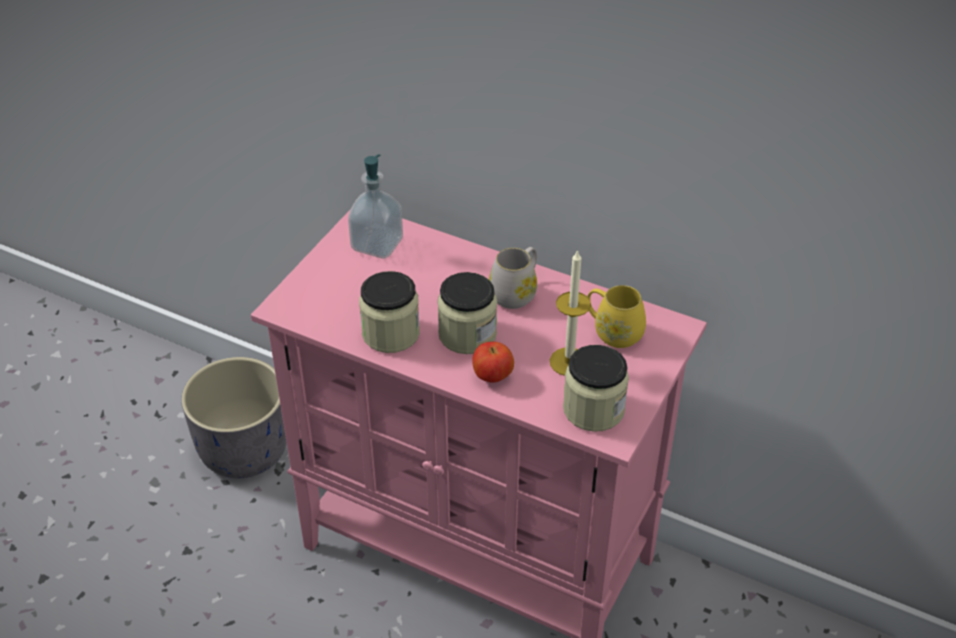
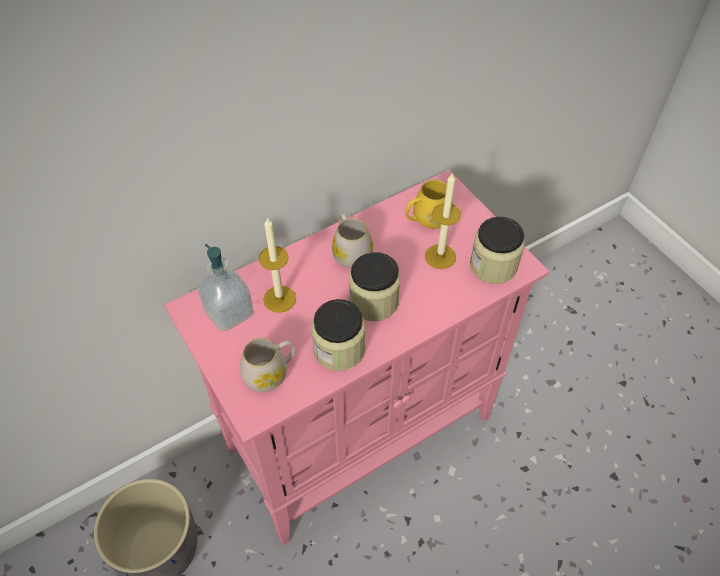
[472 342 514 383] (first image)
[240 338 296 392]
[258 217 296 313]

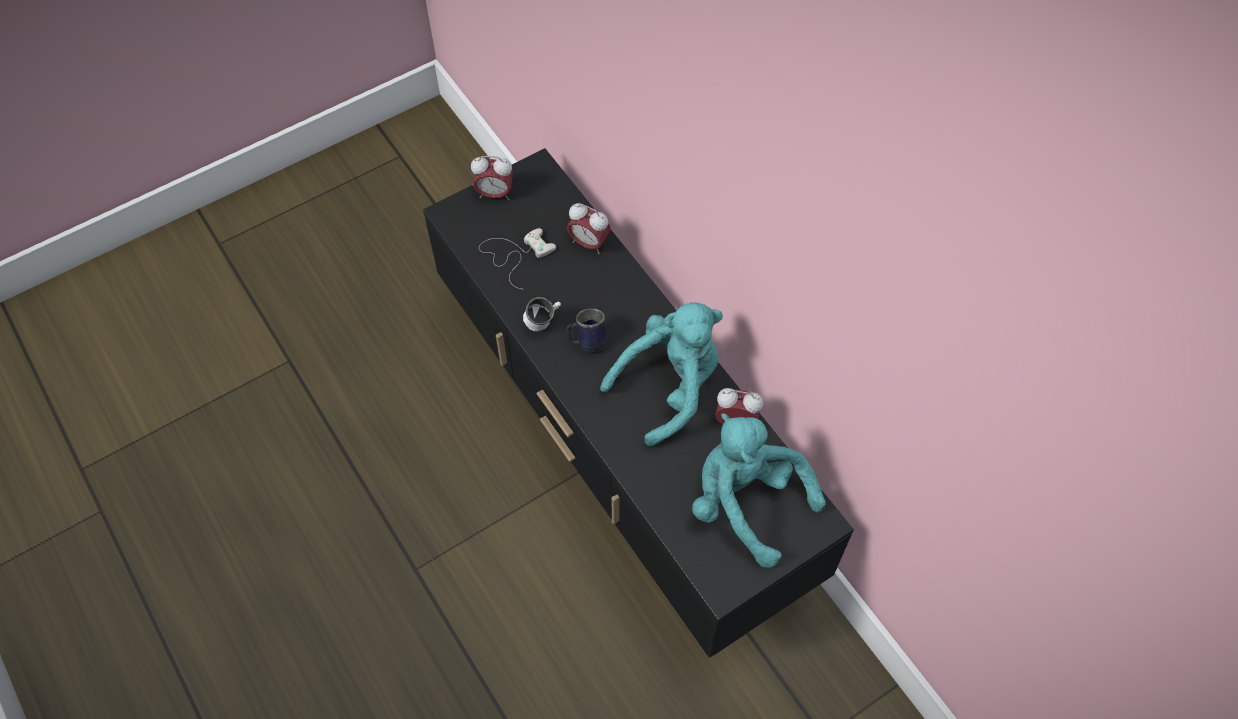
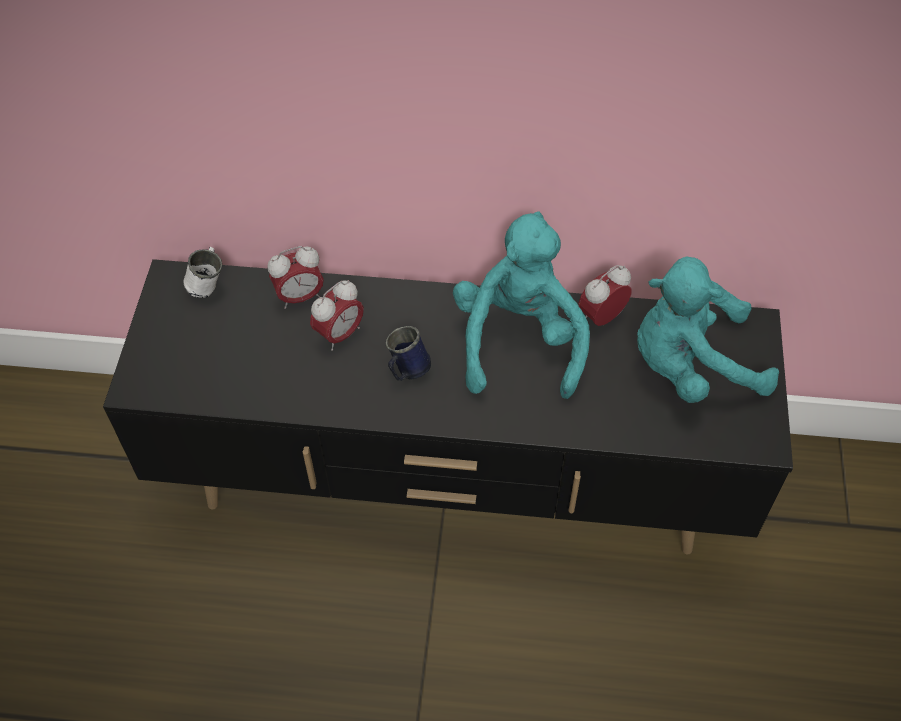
[310 280 364 351]
[479 228 556 289] (first image)
[184 247 222 298]

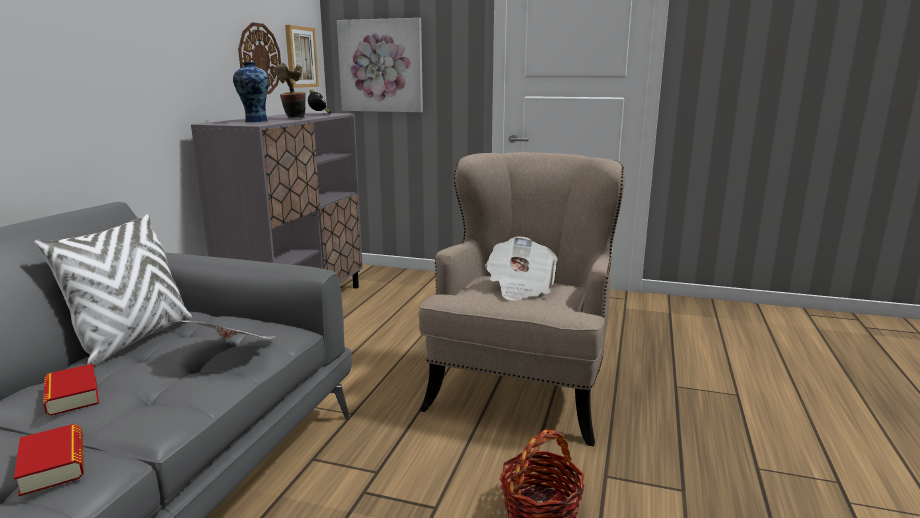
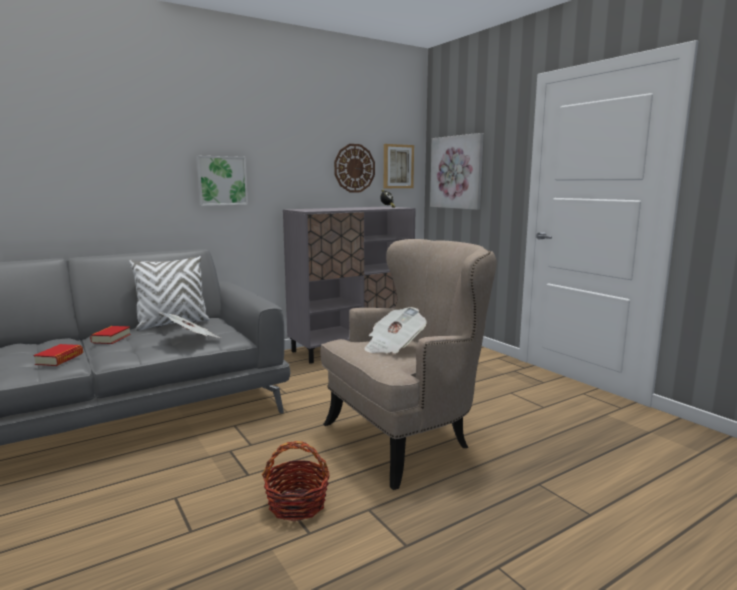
[233 62 269 122] (first image)
[276 62 306 118] (first image)
[196 156 248 206]

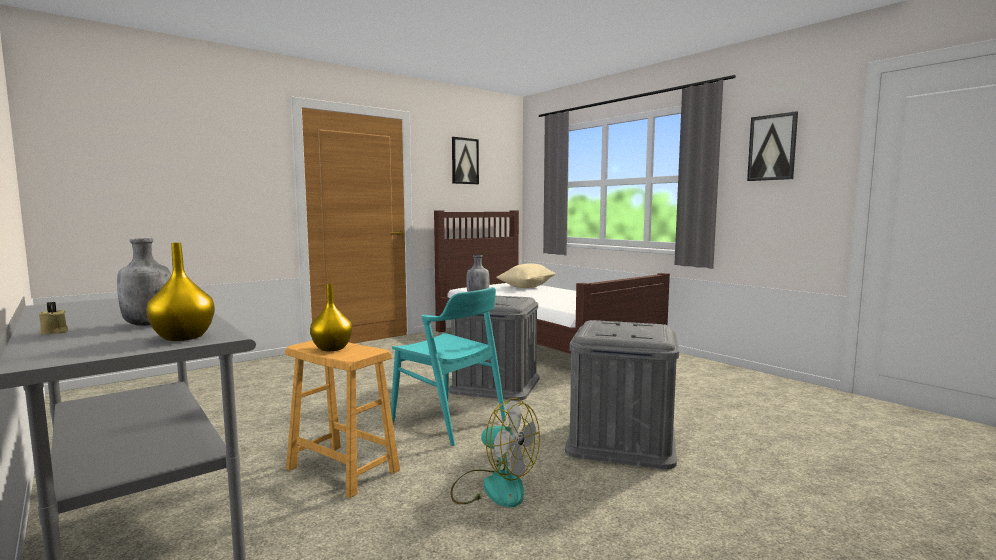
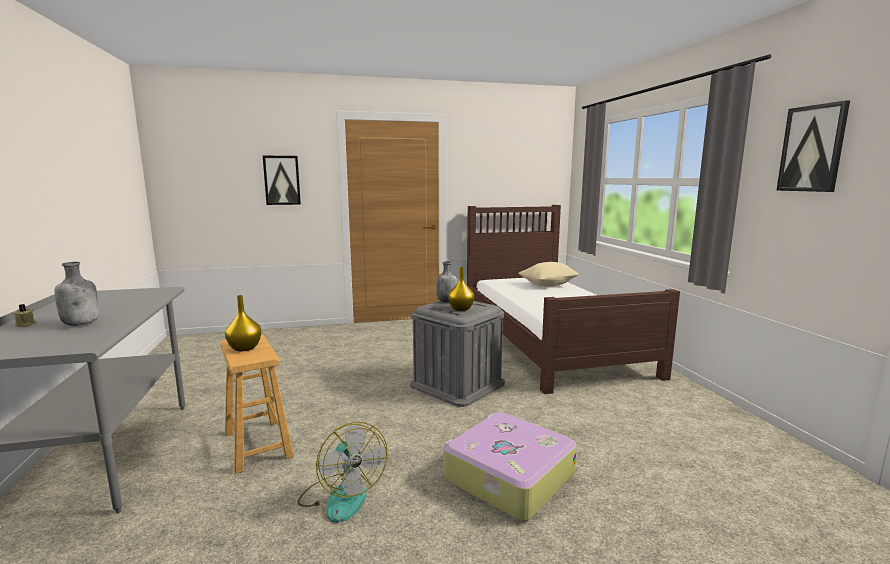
[448 267 474 311]
[391 287 506 446] (first image)
[263 156 301 205]
[443 412 577 521]

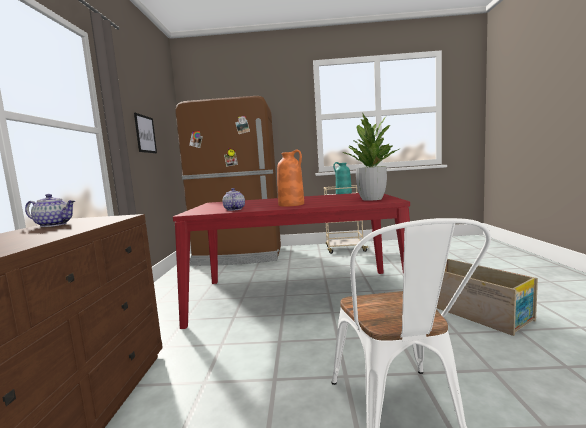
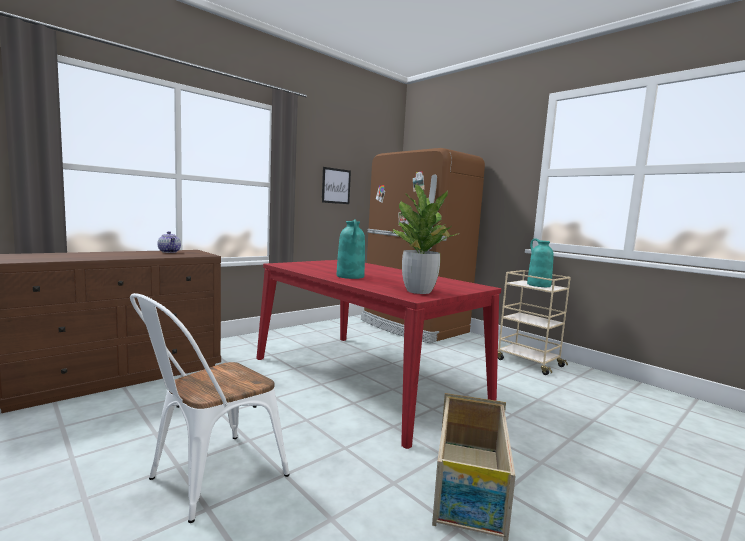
[223 188 245 211] (first image)
[337 220 365 279]

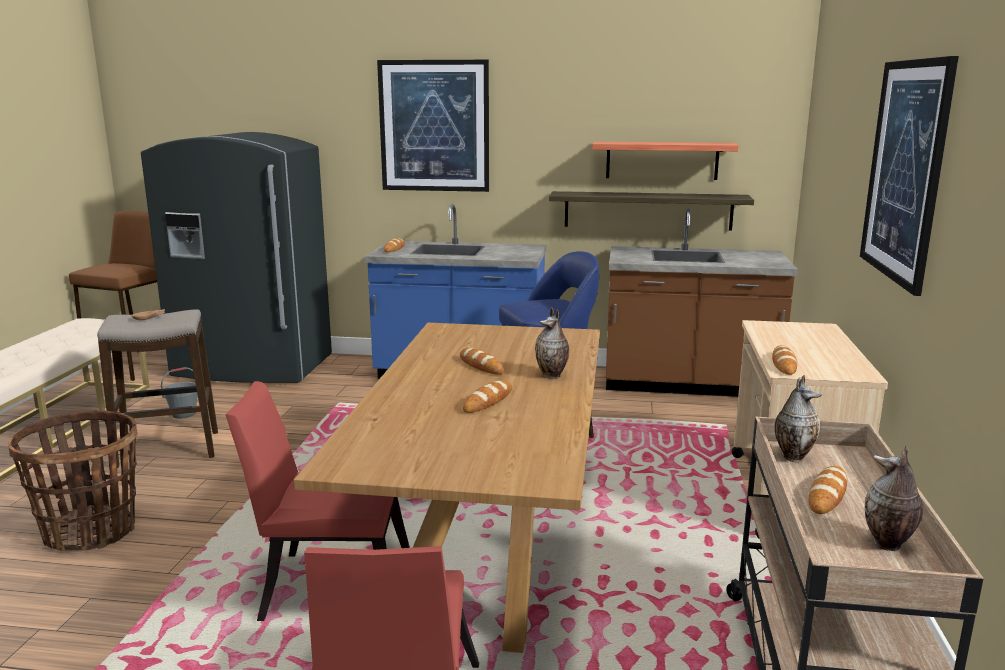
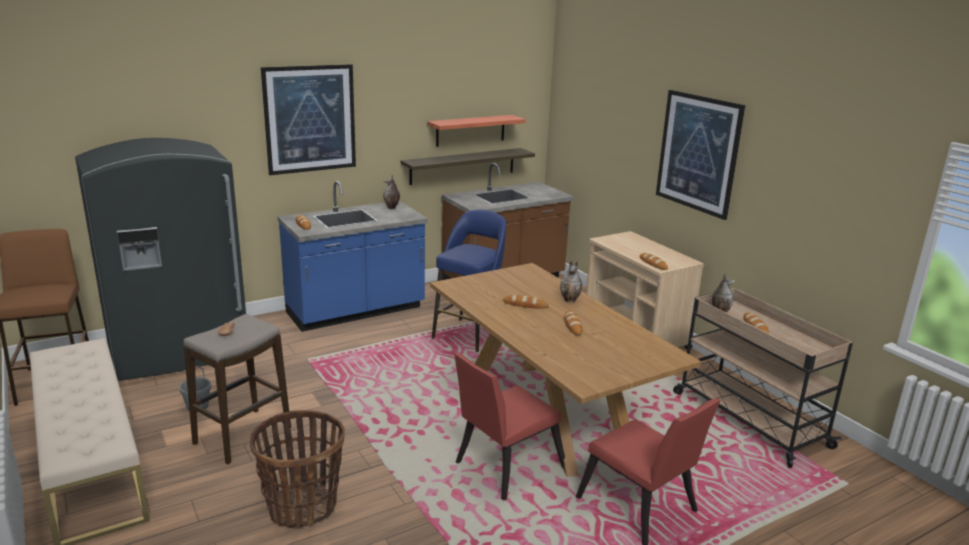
[383 175 400 209]

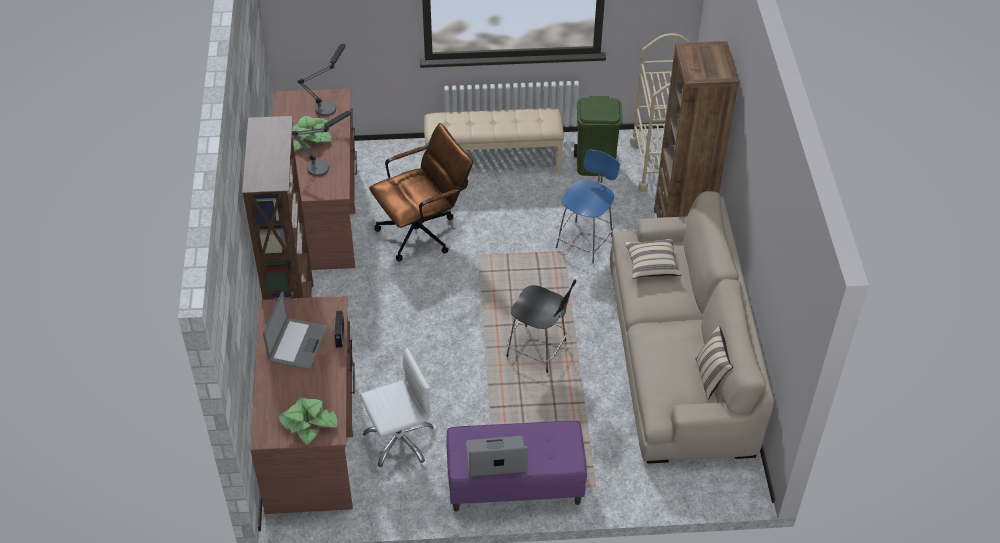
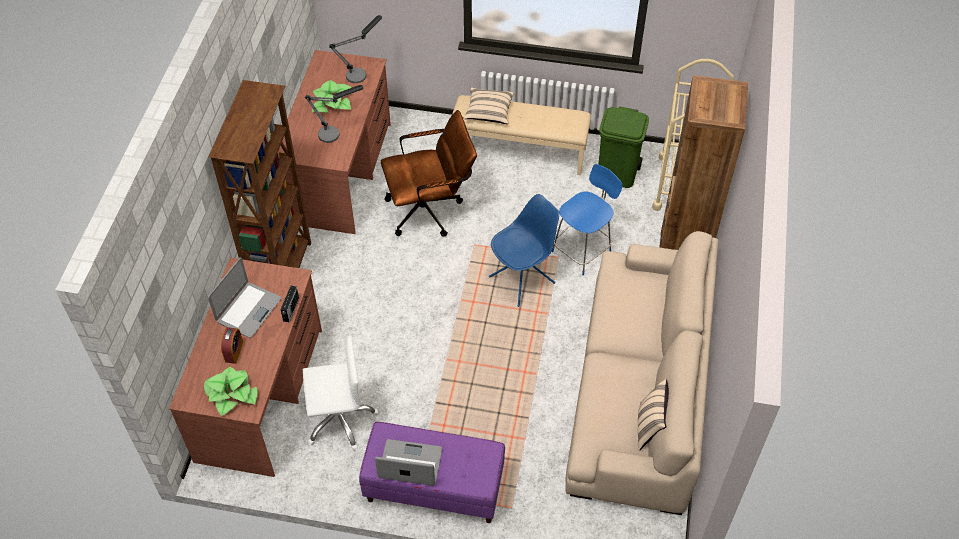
[506 280 576 373] (first image)
[463 87 514 124]
[221 327 243 364]
[489 194 559 307]

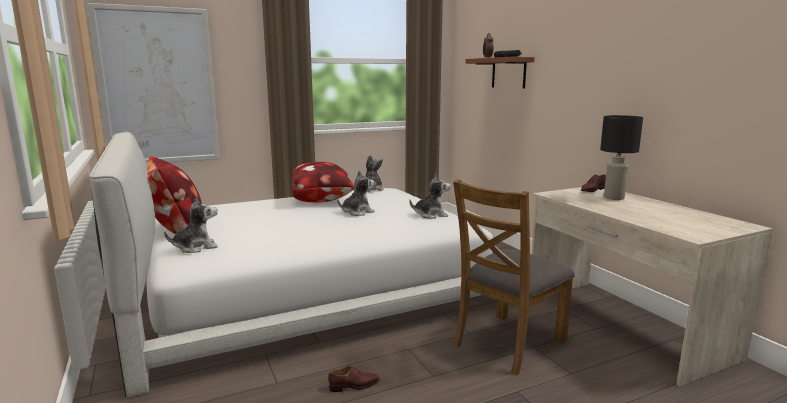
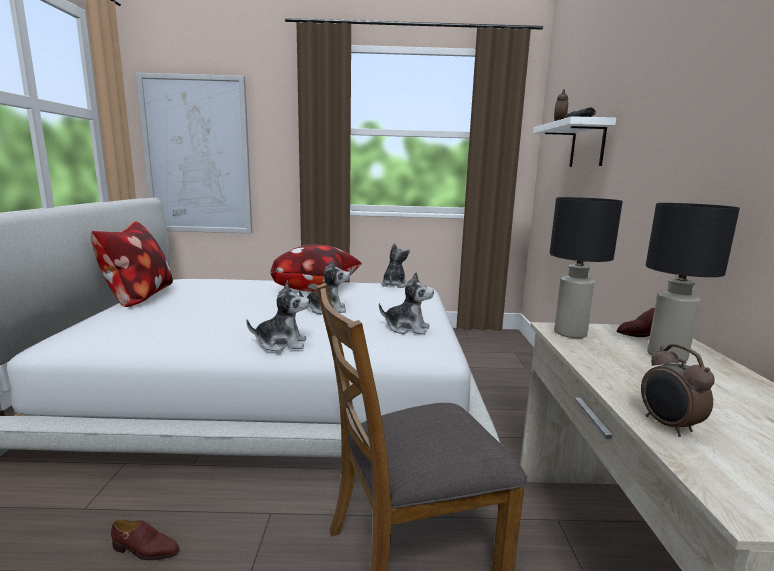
[246 281 309 352]
[533 116 616 167]
[550 197 623 338]
[641 344 715 437]

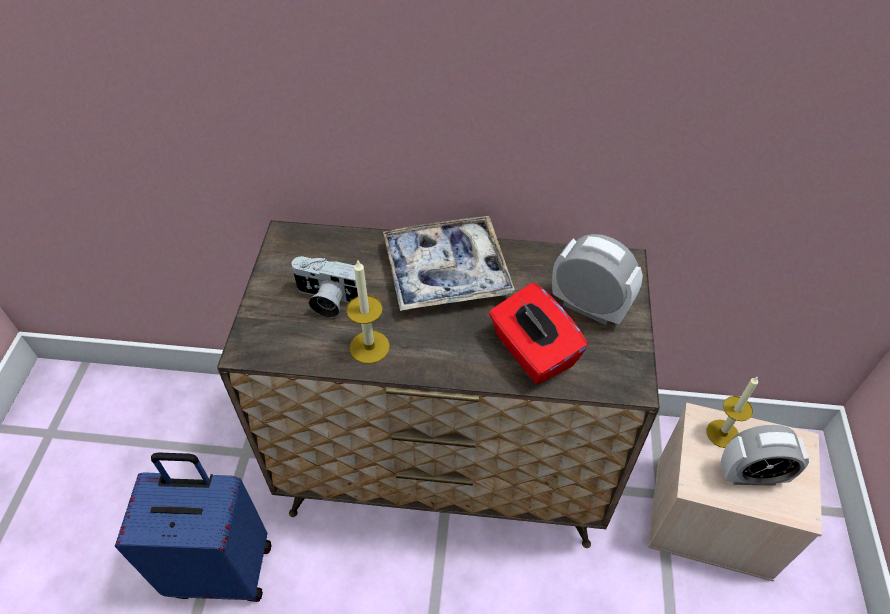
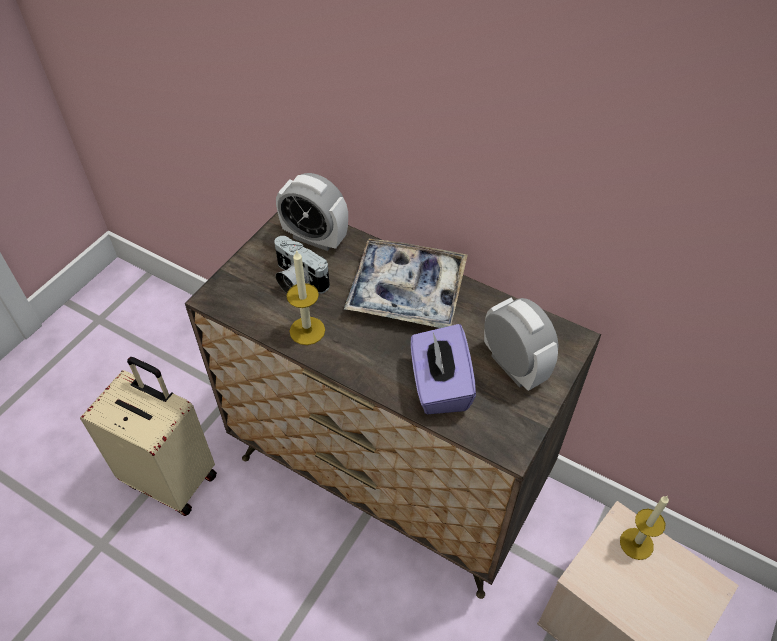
[80 357 217 516]
[411 324 476 414]
[276 173 348 251]

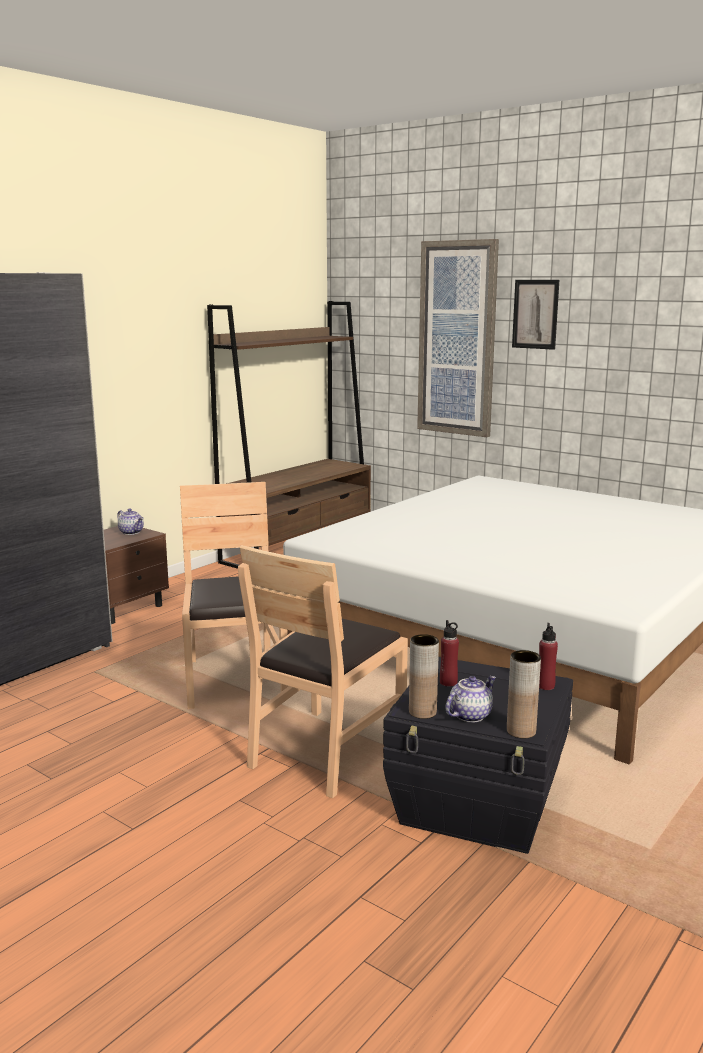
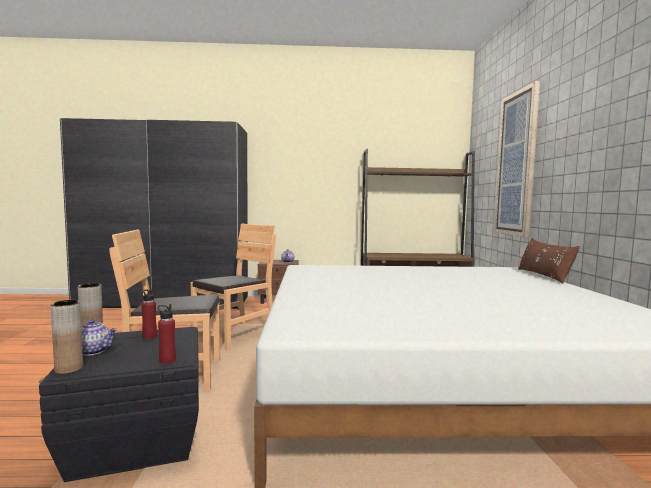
[512 280 559 350] (first image)
[518 238 580 283]

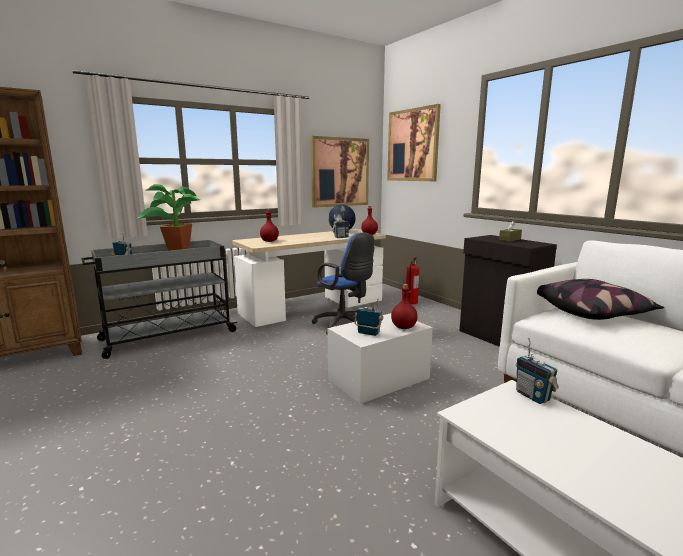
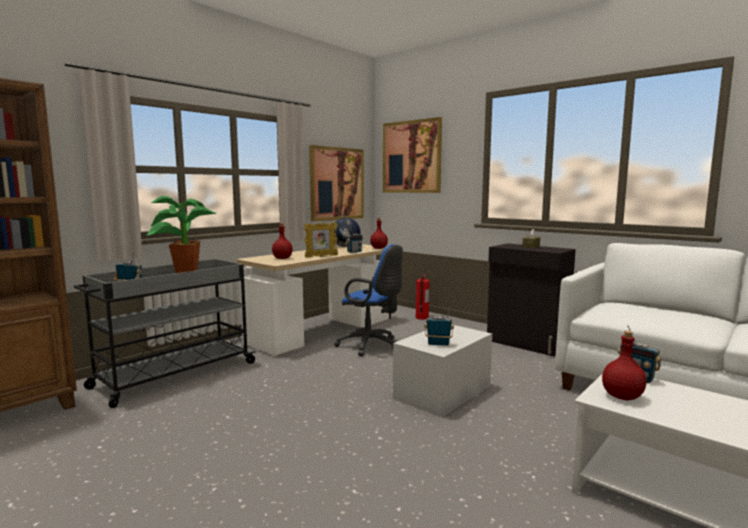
[602 331 647 400]
[537 279 665 320] (first image)
[304 223 338 258]

